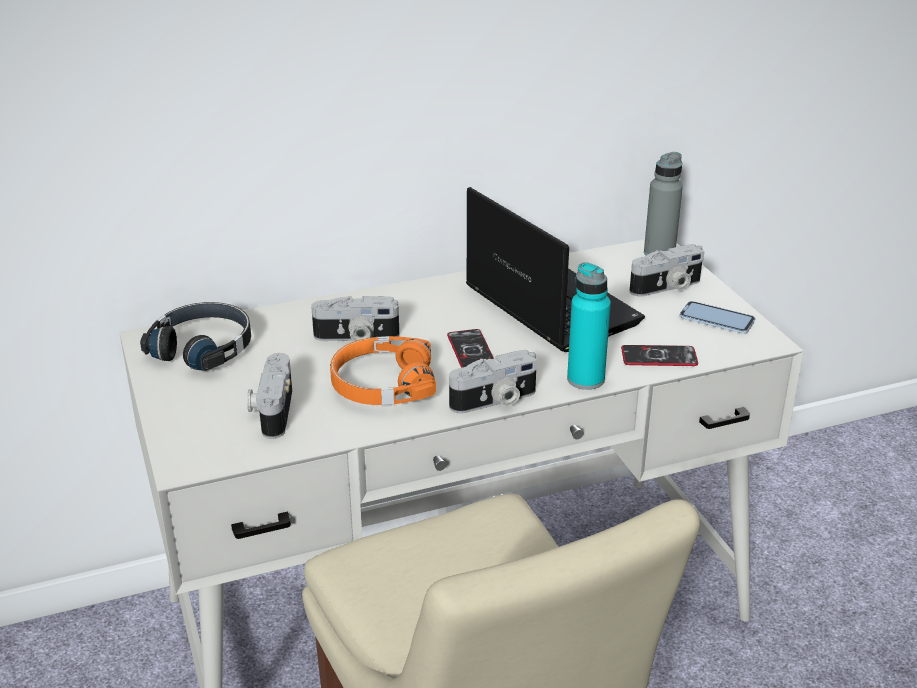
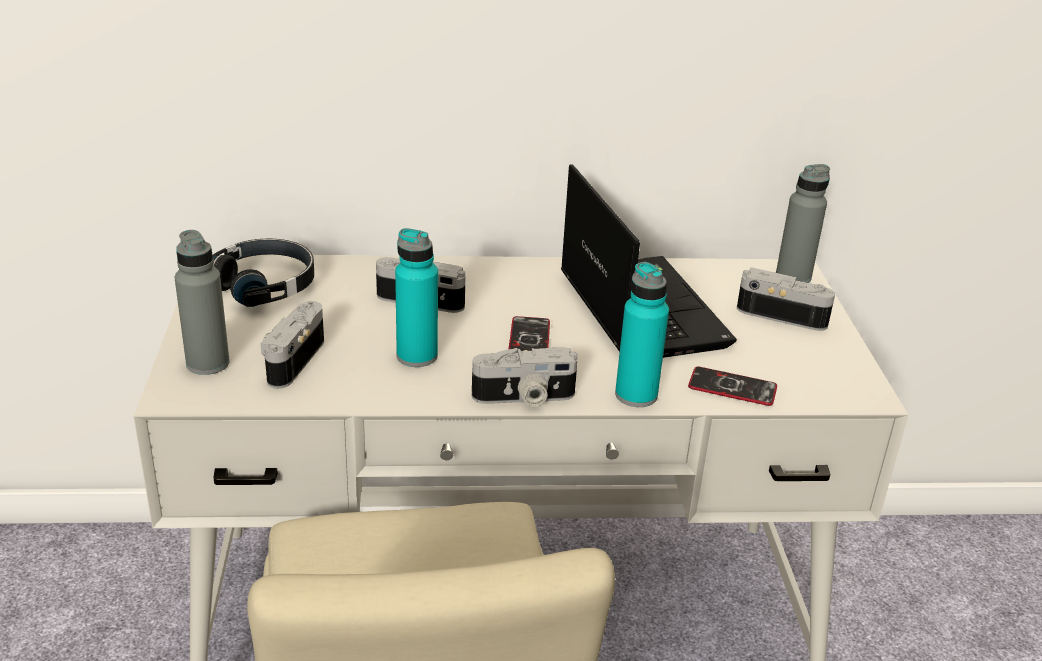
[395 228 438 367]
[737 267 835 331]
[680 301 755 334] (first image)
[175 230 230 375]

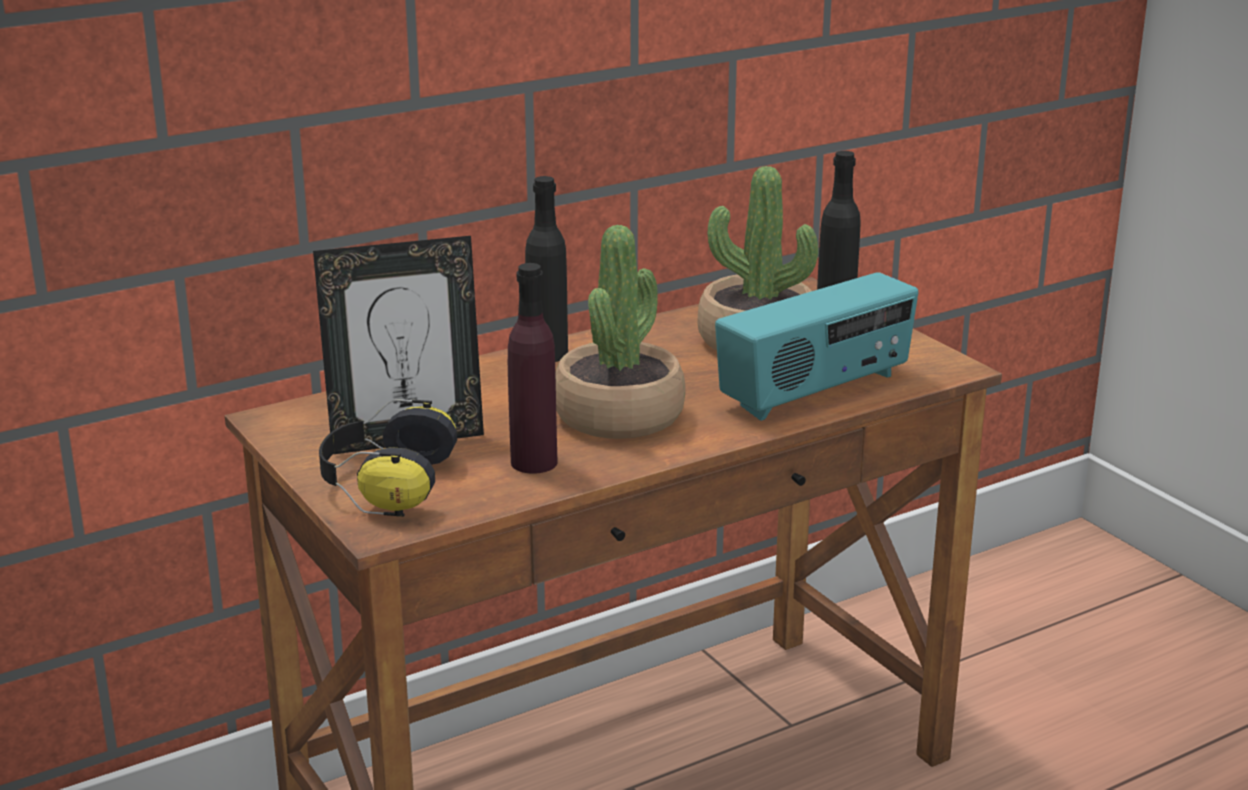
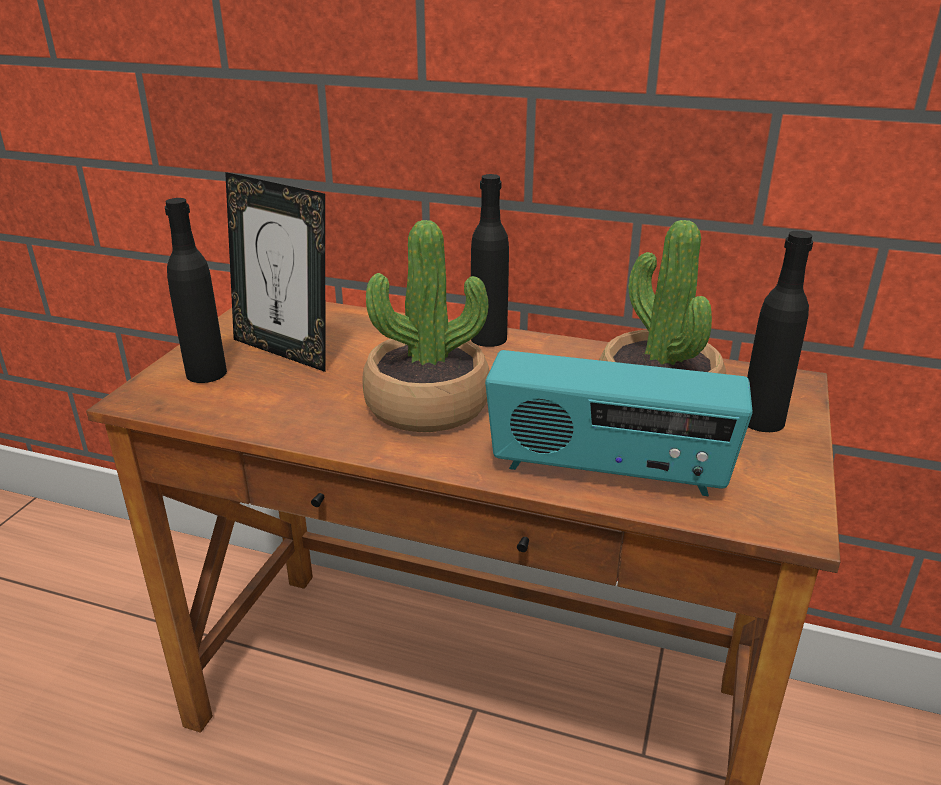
[165 198 227 383]
[508 263 558 474] (first image)

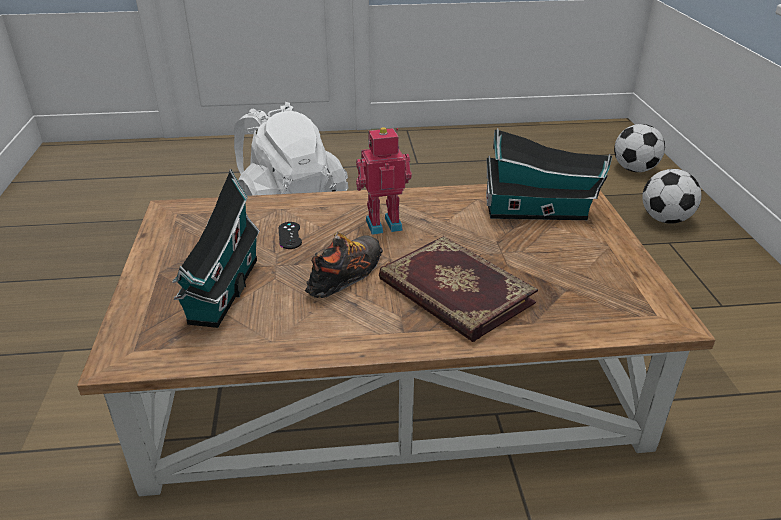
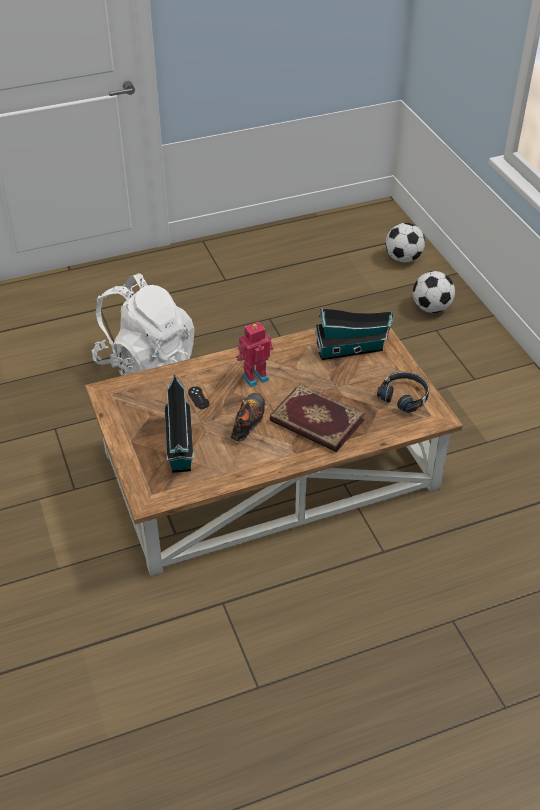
[377 372 429 413]

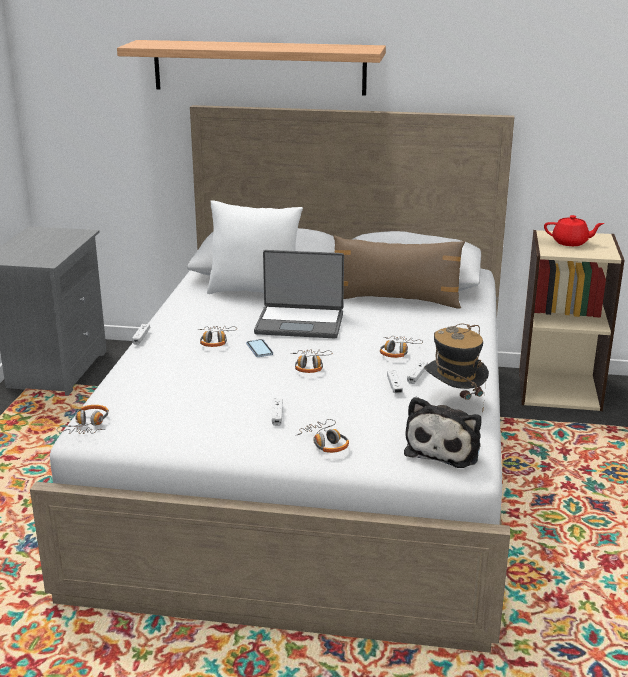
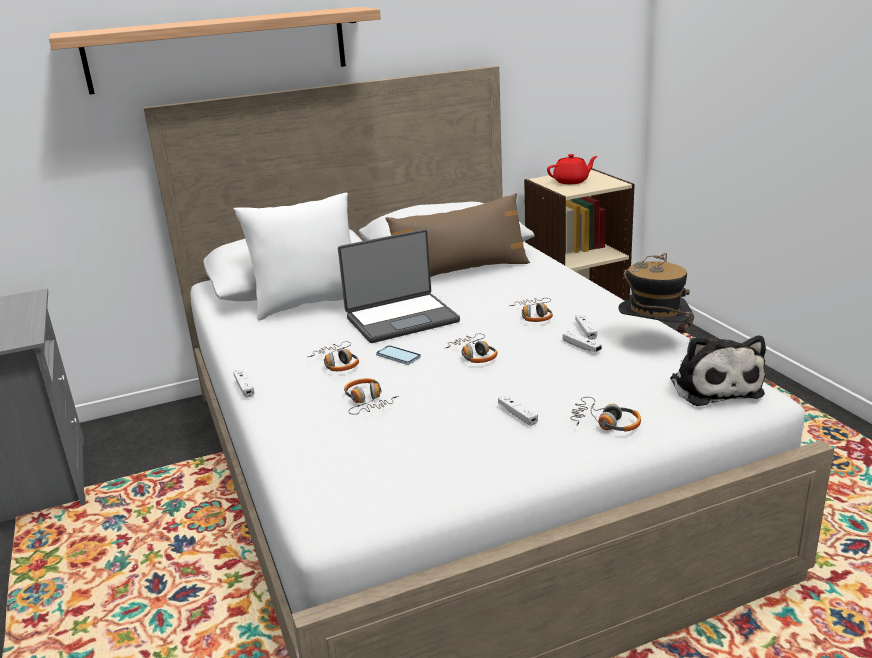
[344 378 399 415]

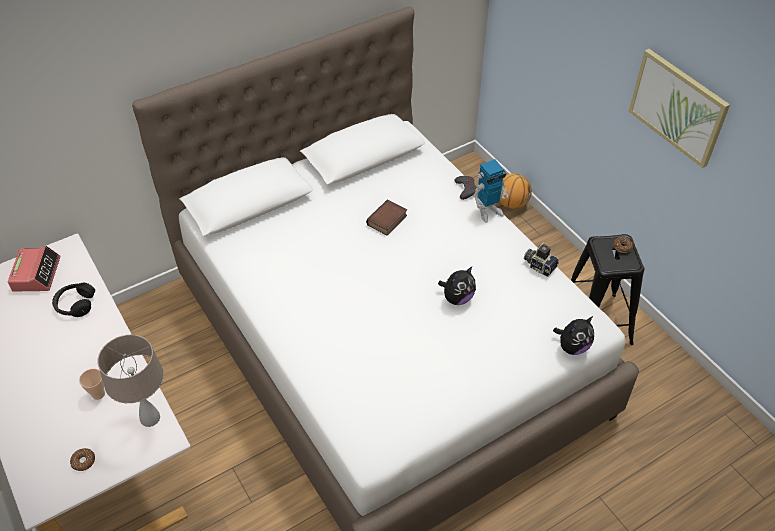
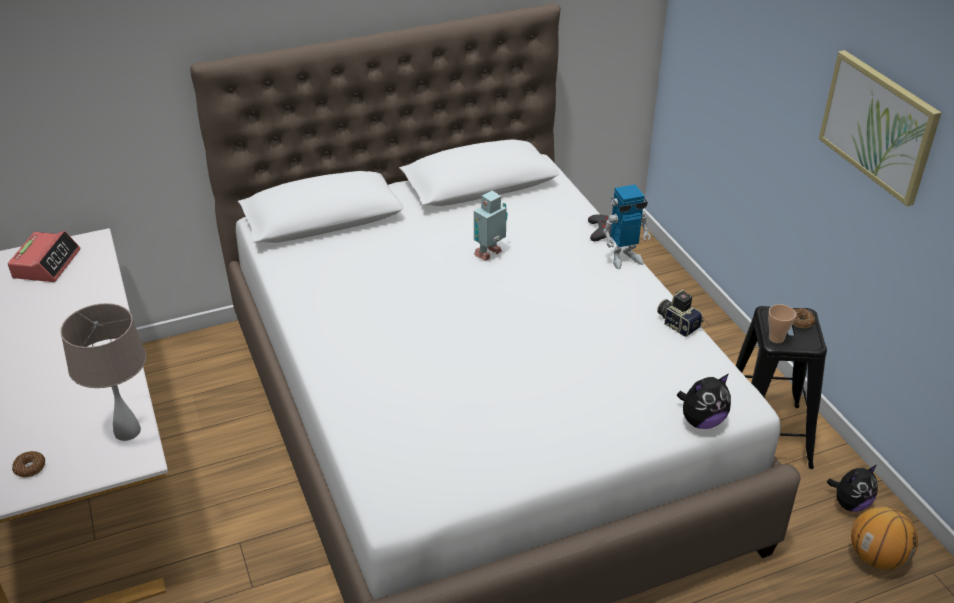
[52 283 95 317] (first image)
[768 304 796 343]
[474 191 507 261]
[827 465 878 512]
[851 506 918 570]

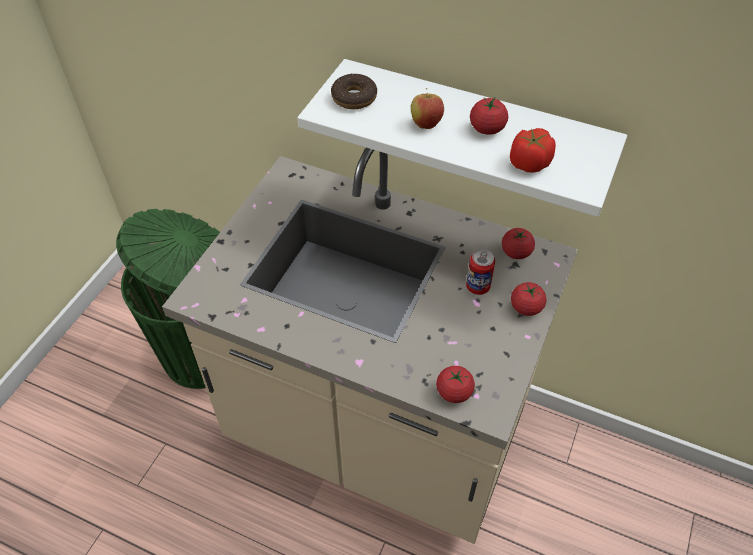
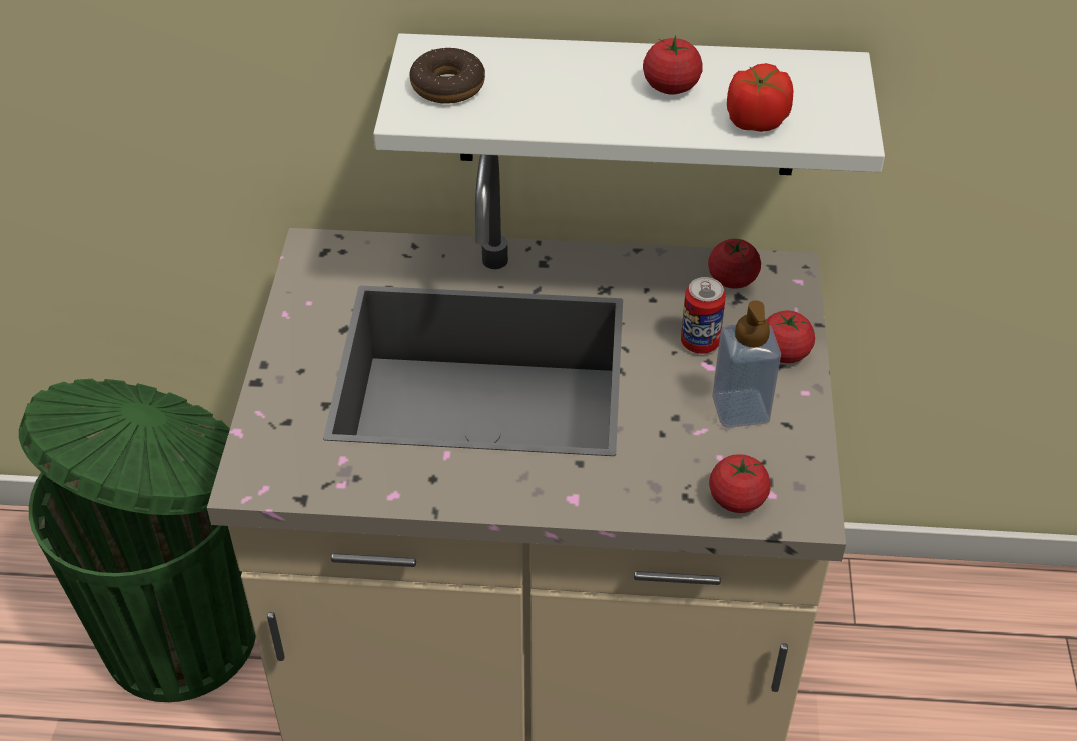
[411 88 444 129] (first image)
[712 300 781 428]

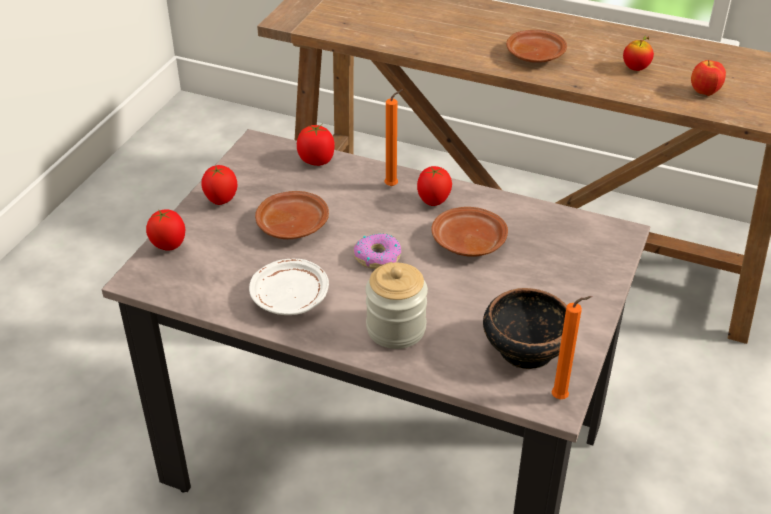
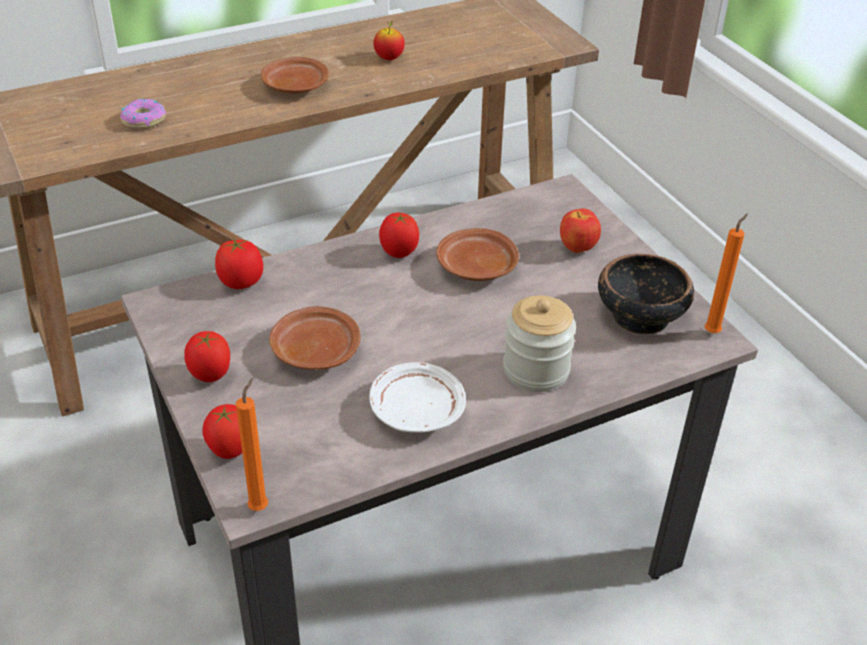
[120 99 166 129]
[236 378 268 511]
[560 208 601 253]

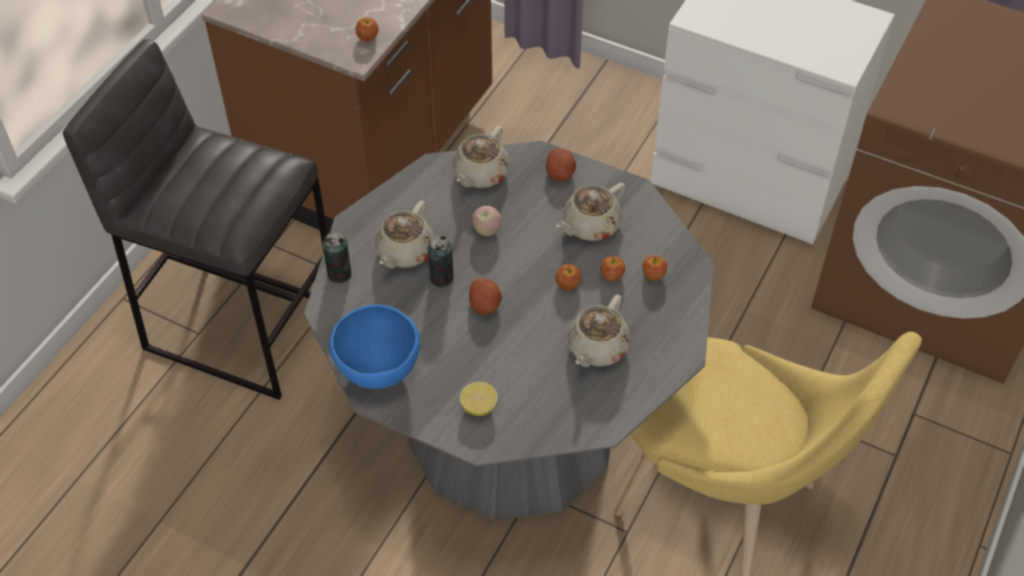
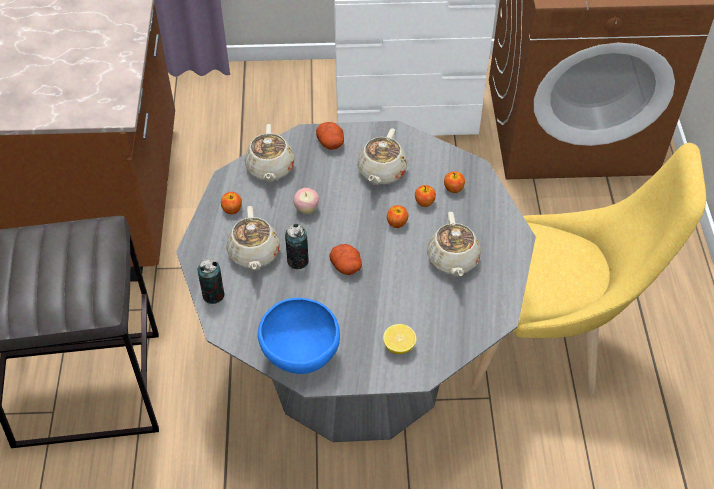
[221 192 242 214]

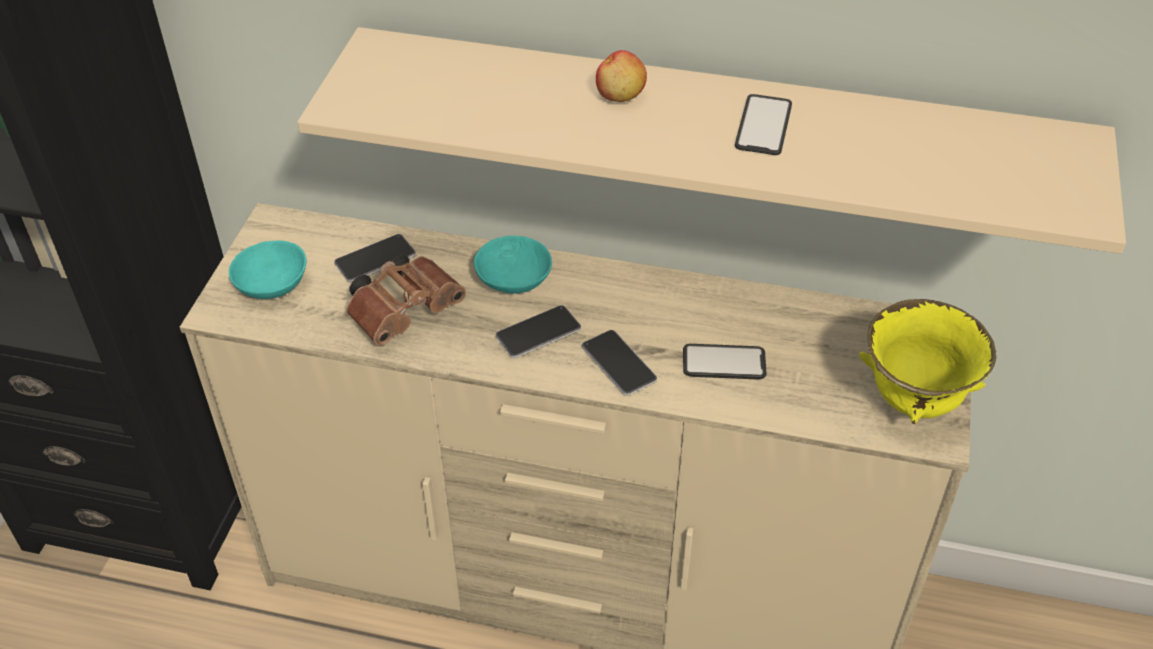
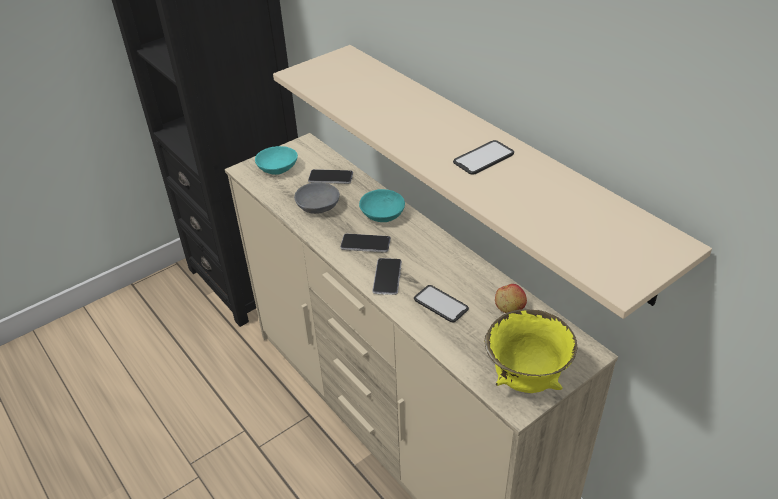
[294 182 340 214]
[495 284 527 313]

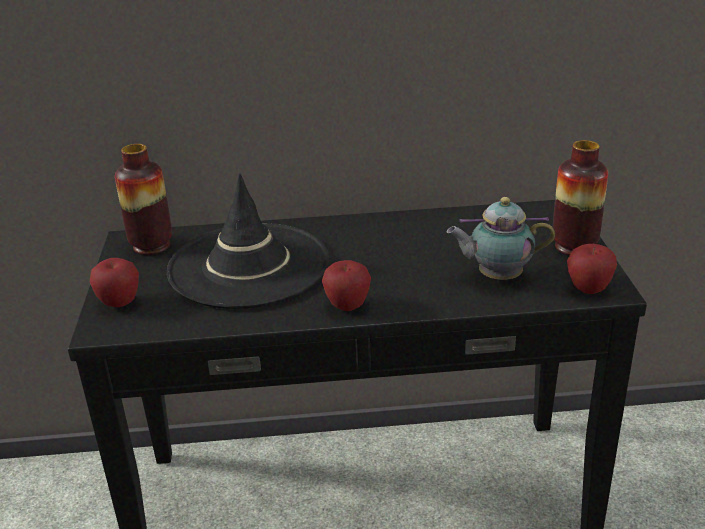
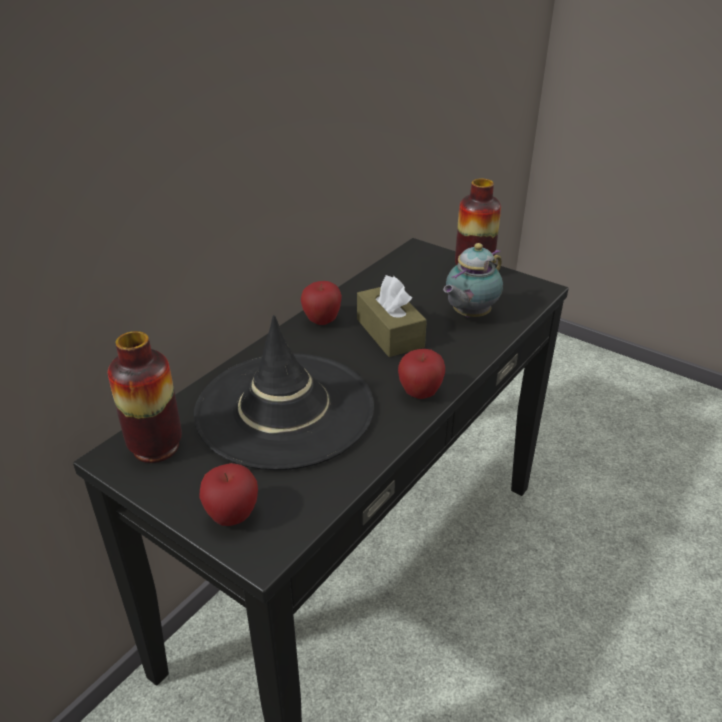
[301 281 342 325]
[357 275 427 357]

